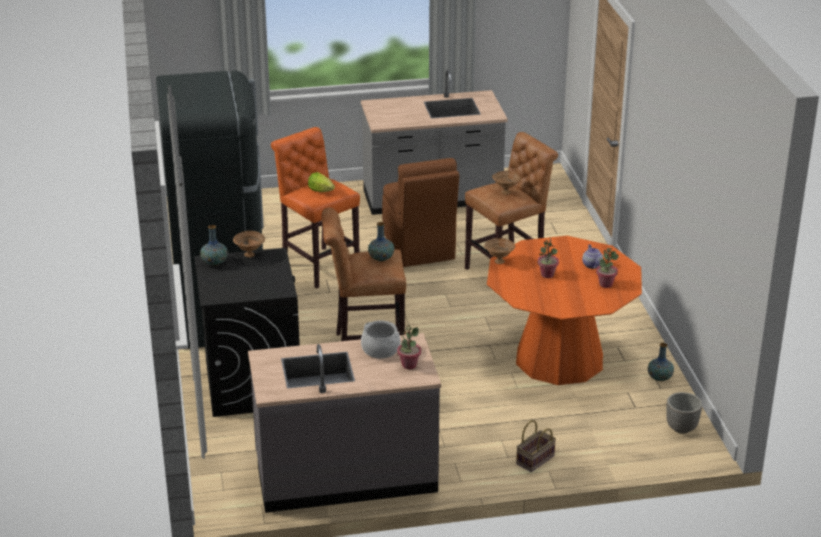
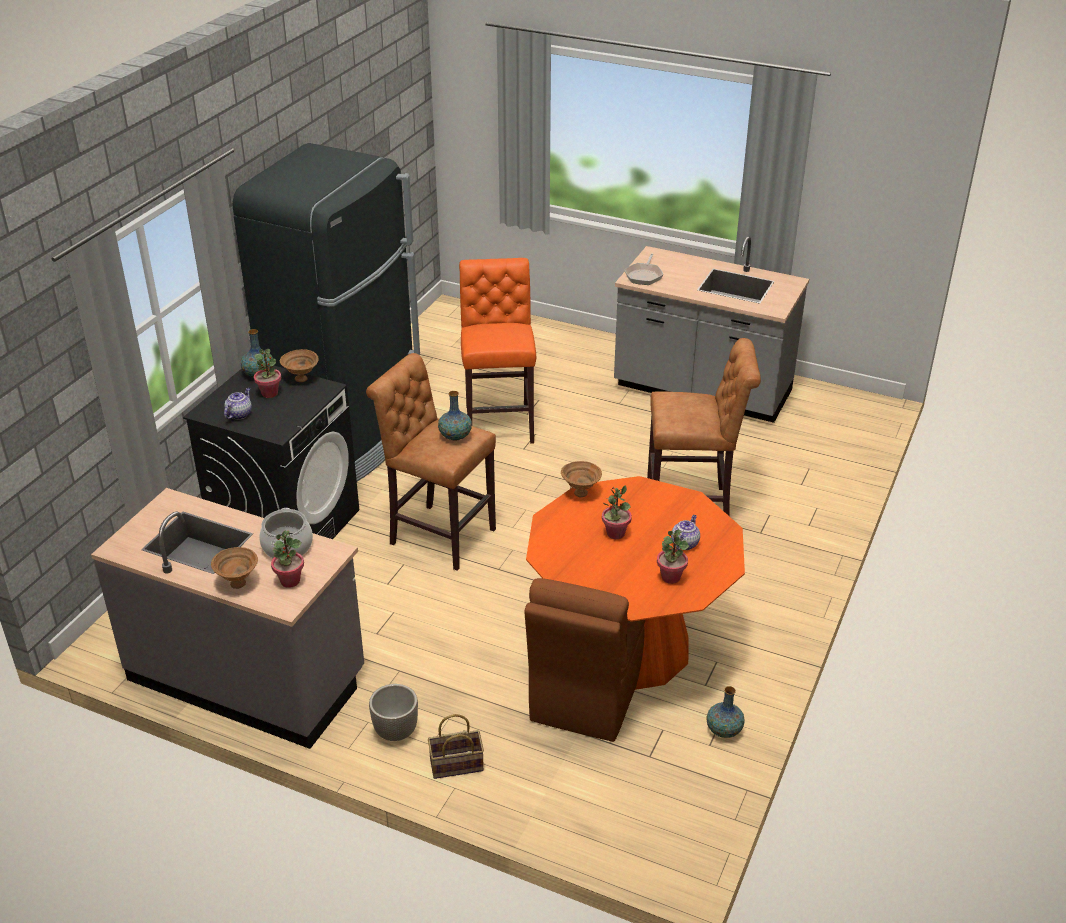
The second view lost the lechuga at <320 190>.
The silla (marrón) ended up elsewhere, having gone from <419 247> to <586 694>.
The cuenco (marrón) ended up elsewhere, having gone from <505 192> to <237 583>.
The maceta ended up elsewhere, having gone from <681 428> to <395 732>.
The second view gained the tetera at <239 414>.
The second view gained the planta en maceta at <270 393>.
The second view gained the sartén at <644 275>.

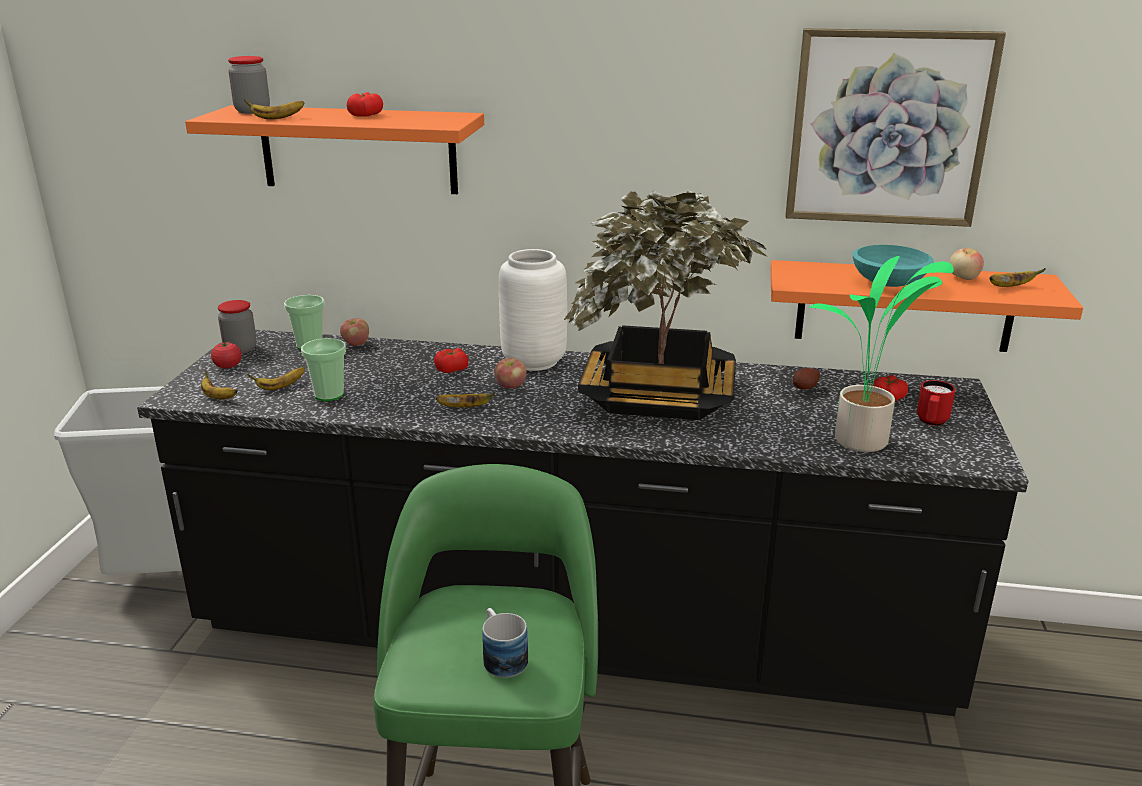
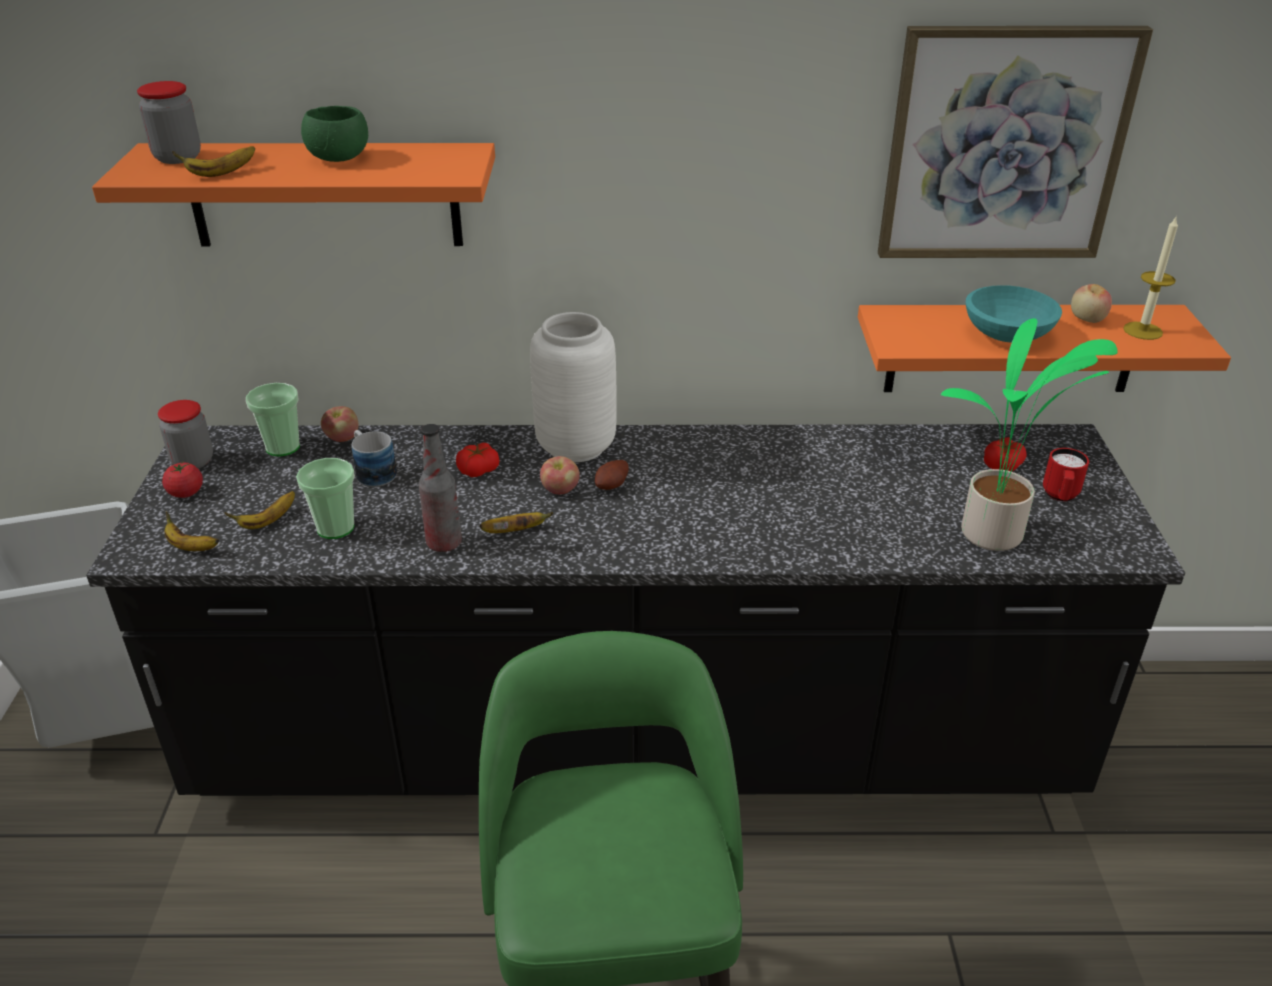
Where the tomate stood at <365 115>, the cuenco (verde) came to stand at <339 158>.
The taza grande ended up elsewhere, having gone from <501 657> to <372 472>.
The second view lost the planta en maceta at <659 397>.
The patata ended up elsewhere, having gone from <806 389> to <613 486>.
Where the plátano stood at <1010 287>, the vela came to stand at <1142 331>.
The second view gained the botella at <444 543>.

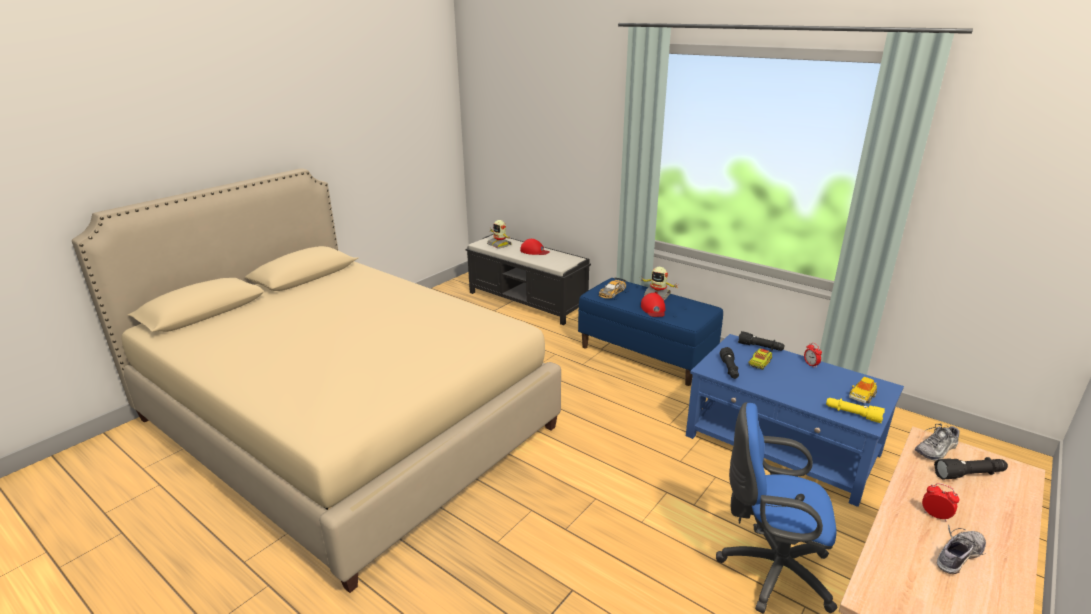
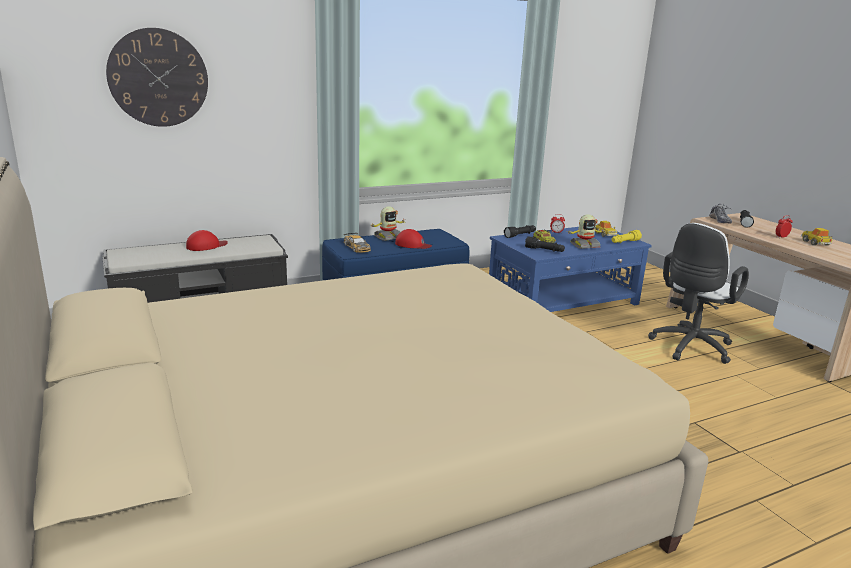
The robot de juguete ended up elsewhere, having gone from <499 244> to <584 245>.
What was the silla de oficina (azul) at <769 570> turned into the silla de oficina (blanco) at <689 348>.
Where the zapato stood at <958 556>, the coche de juguete came to stand at <815 243>.
The second view gained the reloj de pared at <158 78>.

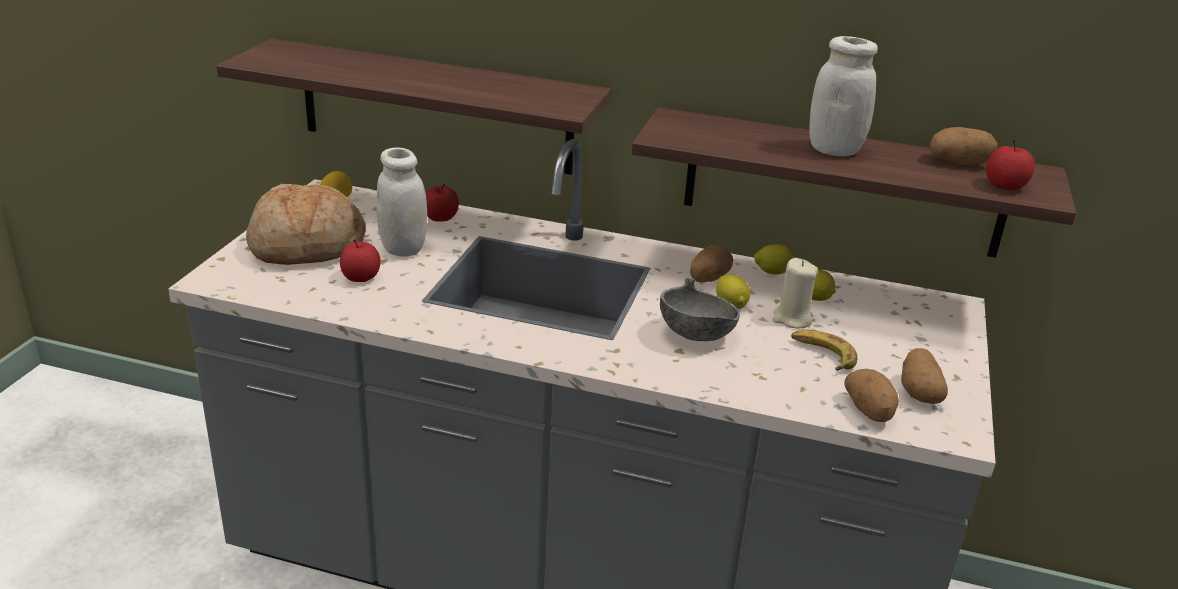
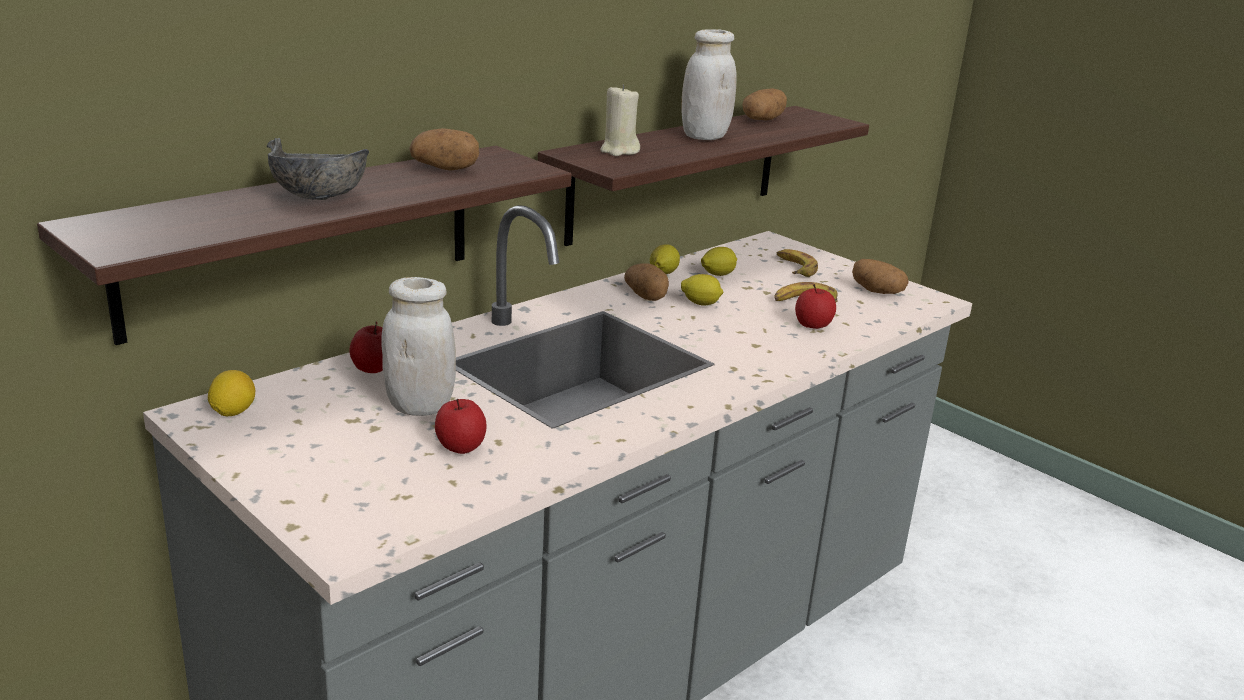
The second view lost the pan at <306 247>.
The cuenco (gris) ended up elsewhere, having gone from <697 334> to <320 197>.
The vela (beis) ended up elsewhere, having gone from <792 319> to <619 151>.
The patata ended up elsewhere, having gone from <869 411> to <446 168>.
The manzana ended up elsewhere, having gone from <1005 186> to <812 325>.
The second view gained the plátano at <794 268>.

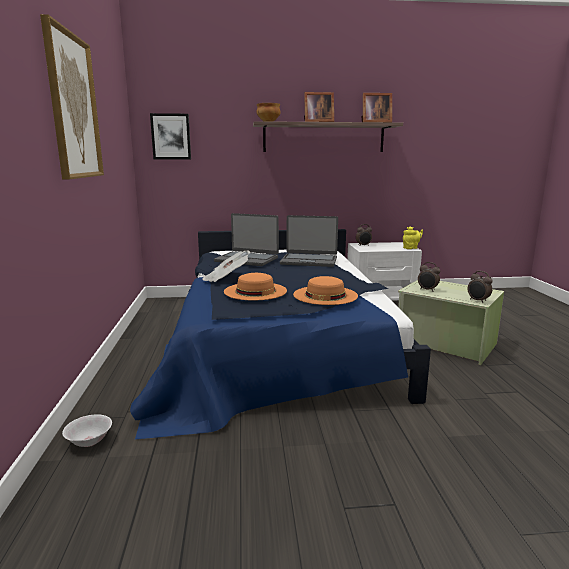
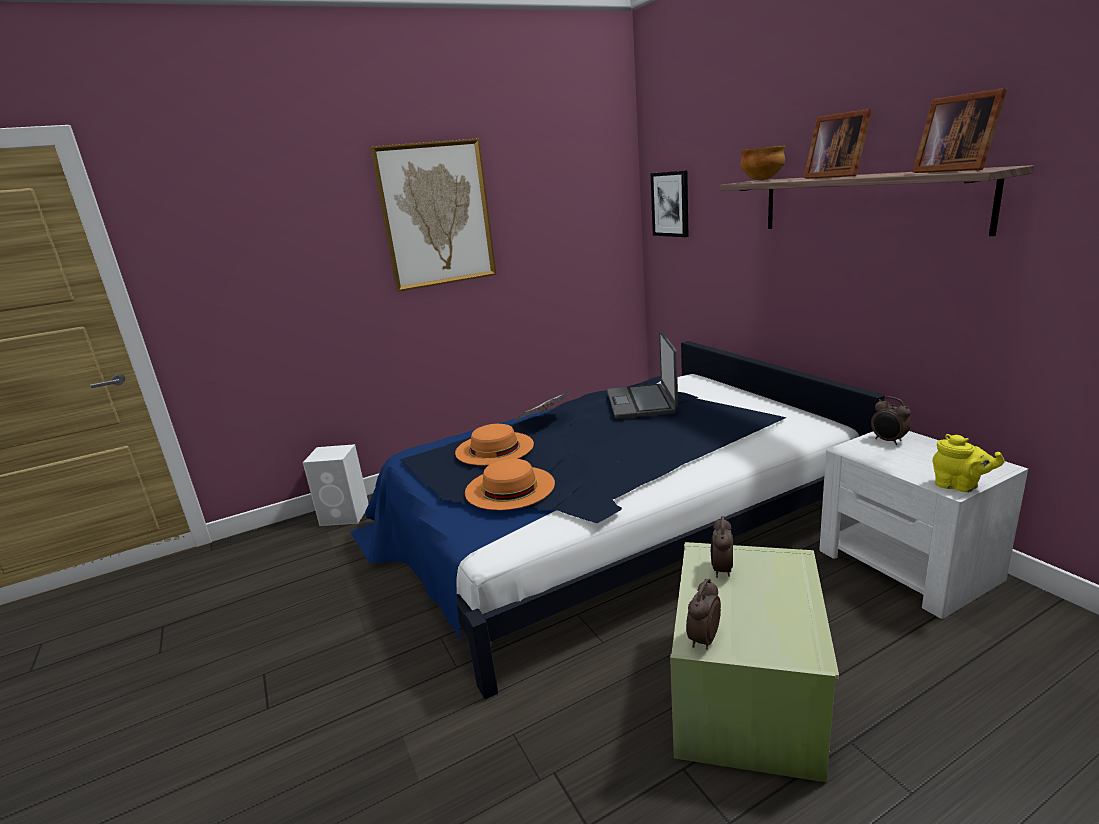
Where the cuenco (blanco) stood at <89 441>, the altavoz (blanco) came to stand at <346 515>.
The second view lost the portátil at <309 261>.

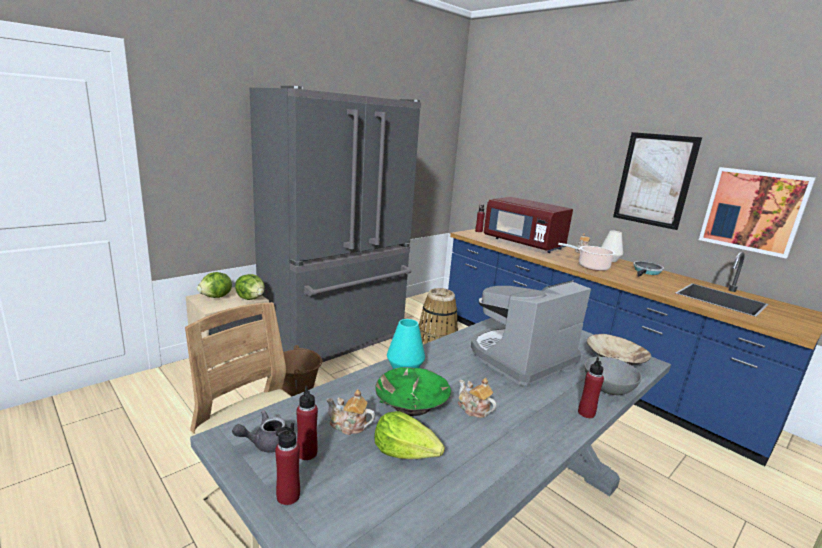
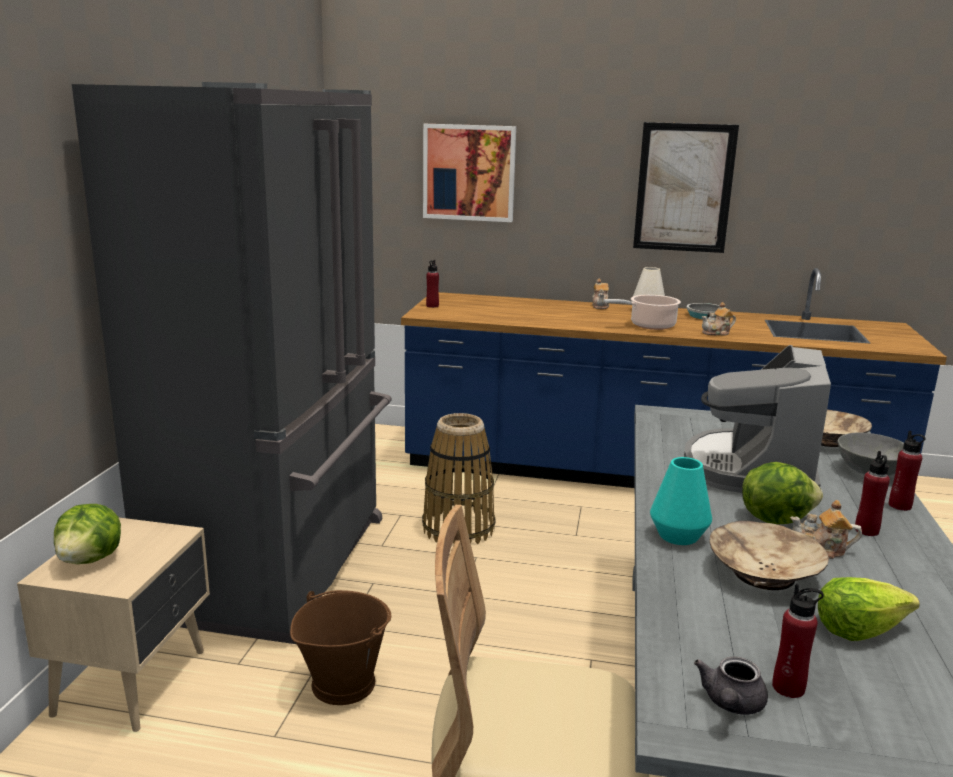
The lechuga ended up elsewhere, having gone from <251 298> to <774 518>.
The botella (rojo) ended up elsewhere, having gone from <288 496> to <866 530>.
The tetera ended up elsewhere, having gone from <348 426> to <717 333>.
What was the cuenco (verde) at <411 403> turned into the cuenco (beis) at <763 573>.
The second view lost the microondas (rojo) at <524 244>.
The cuadro ended up elsewhere, having gone from <753 211> to <469 172>.

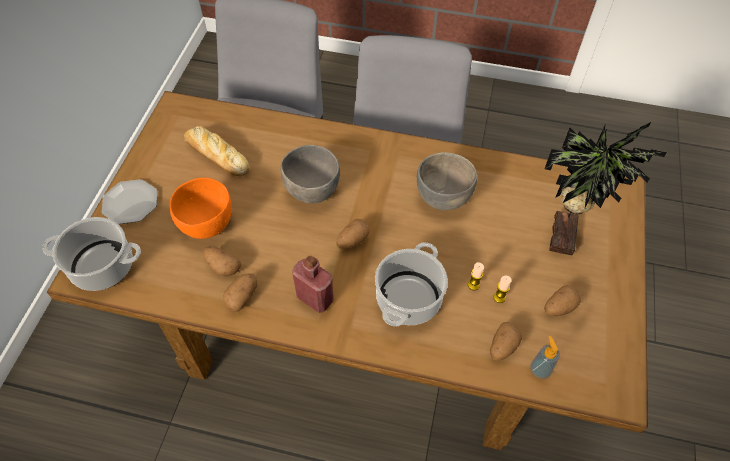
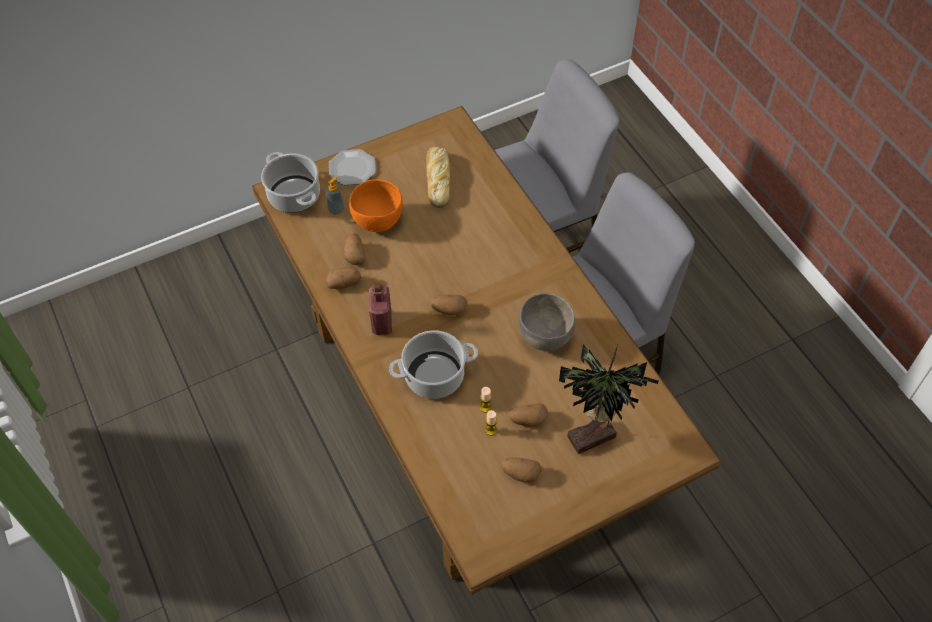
The second view lost the cuenco (gris) at <311 190>.
The patata ended up elsewhere, having gone from <502 347> to <528 420>.
The dispensador de jabón ended up elsewhere, having gone from <540 369> to <336 209>.

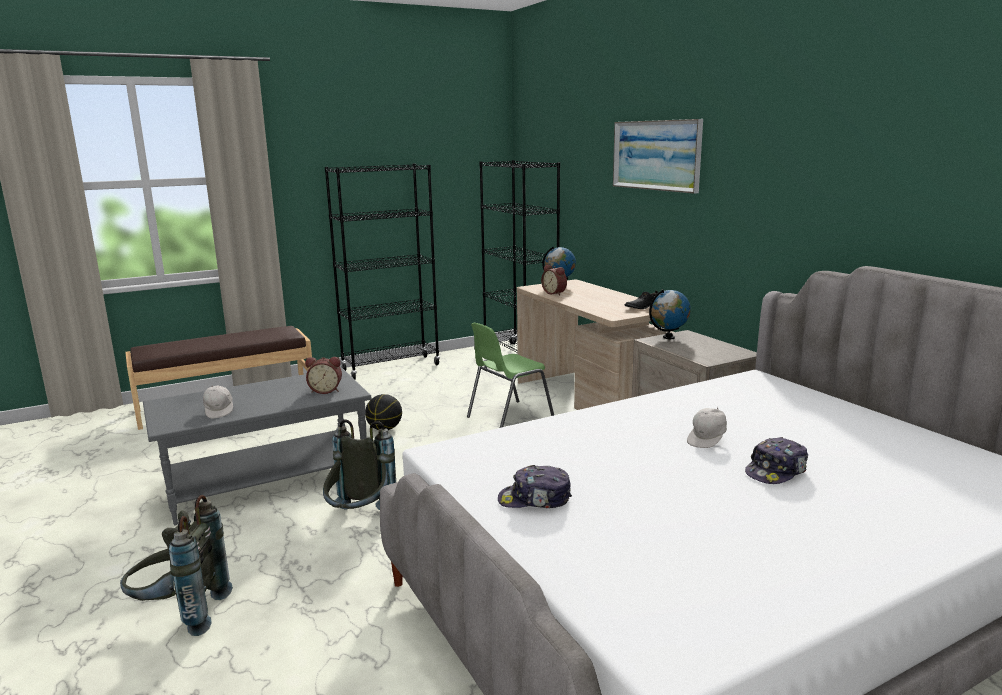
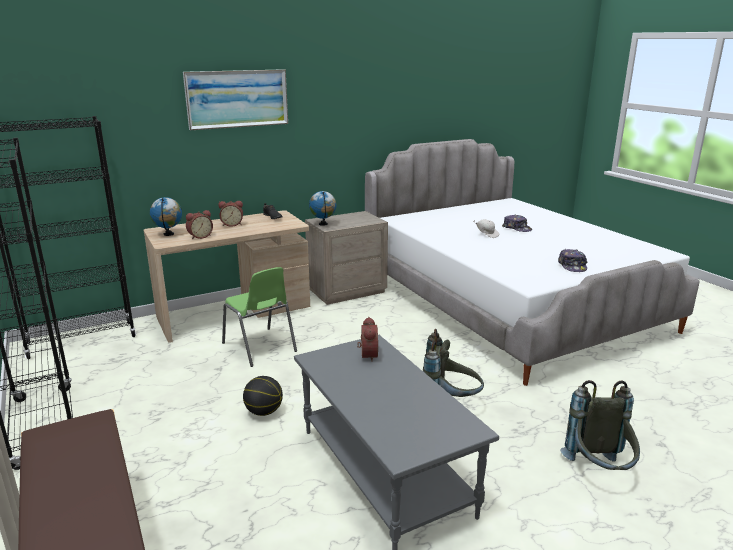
The second view lost the gorra (blanco) at <219 411>.
The second view gained the despertador at <232 224>.

